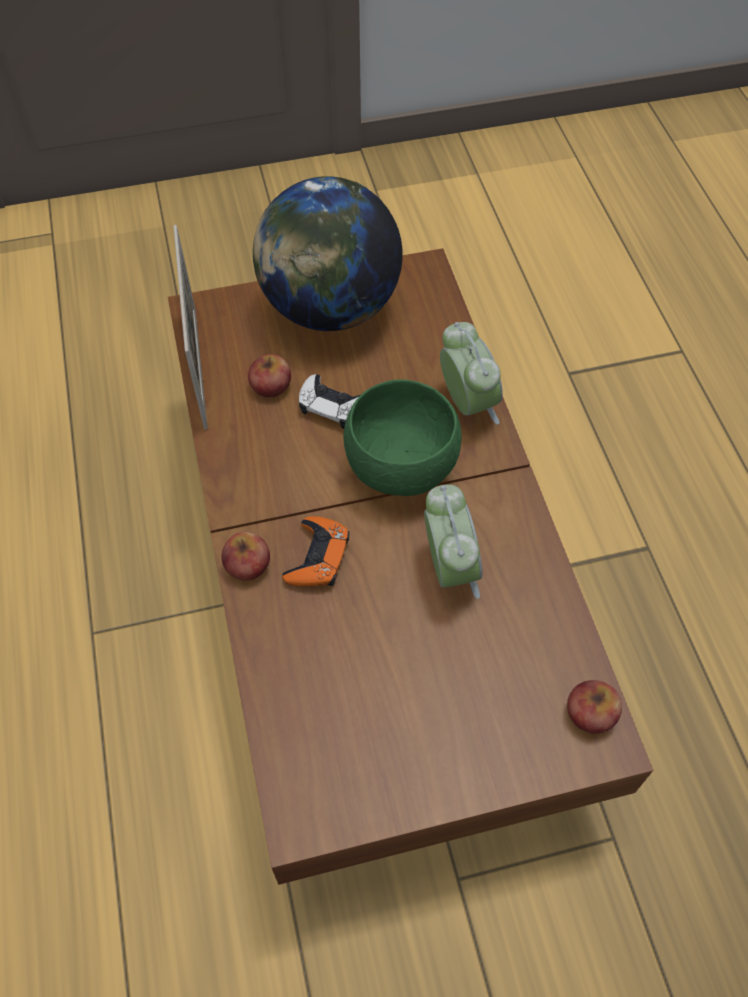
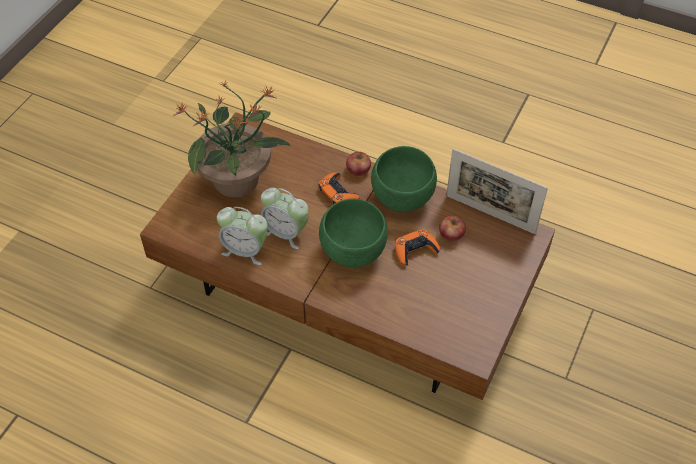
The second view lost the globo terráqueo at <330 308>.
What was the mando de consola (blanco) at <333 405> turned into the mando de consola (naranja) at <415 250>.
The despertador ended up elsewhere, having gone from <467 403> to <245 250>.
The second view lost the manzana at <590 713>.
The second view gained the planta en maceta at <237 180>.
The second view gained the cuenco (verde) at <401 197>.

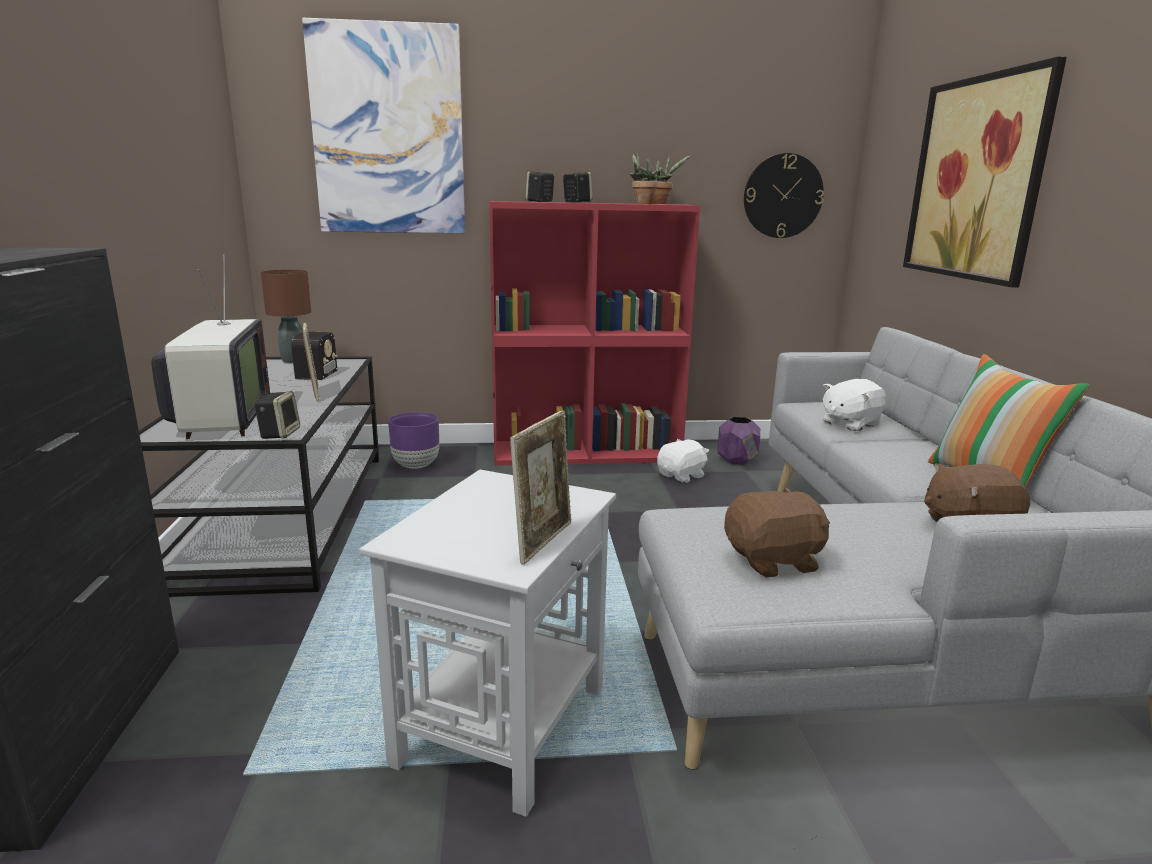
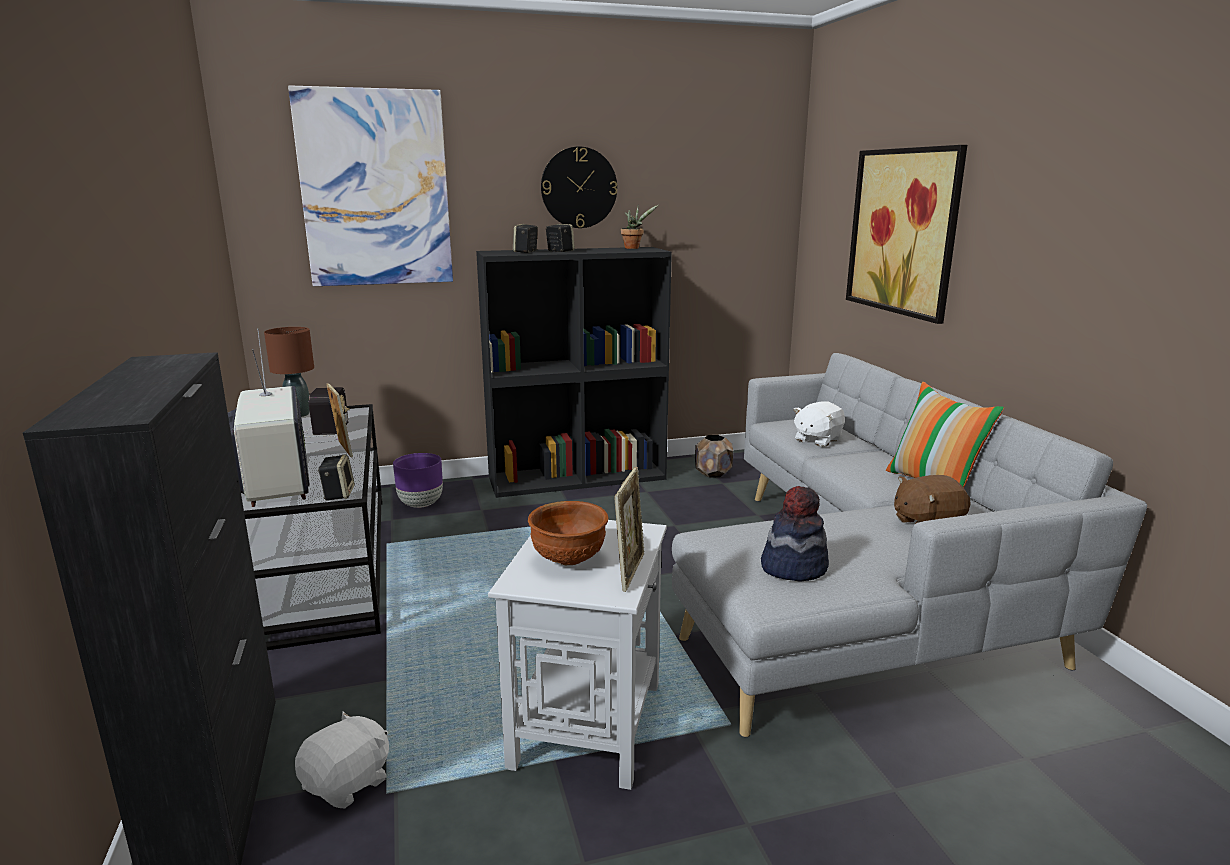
What was the estantería (rojo) at <587 453> turned into the estantería (negro) at <578 477>.
The second view lost the planta en maceta at <642 203>.
The peluche (blanco) ended up elsewhere, having gone from <682 476> to <348 783>.
What was the maceta (morado) at <737 460> turned into the maceta (marrón) at <713 474>.
Where the peluche (marrón) stood at <774 561>, the sombrero came to stand at <793 567>.
The reloj de pared ended up elsewhere, having gone from <783 196> to <579 187>.
The second view gained the cuenco (marrón) at <568 560>.

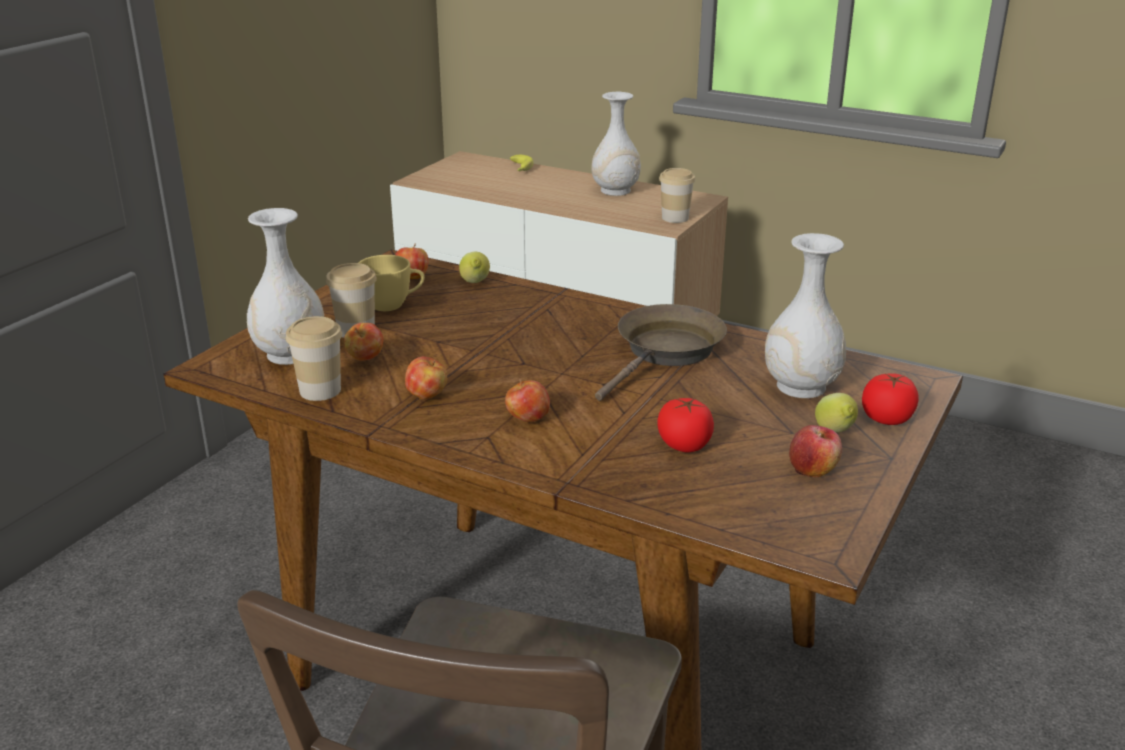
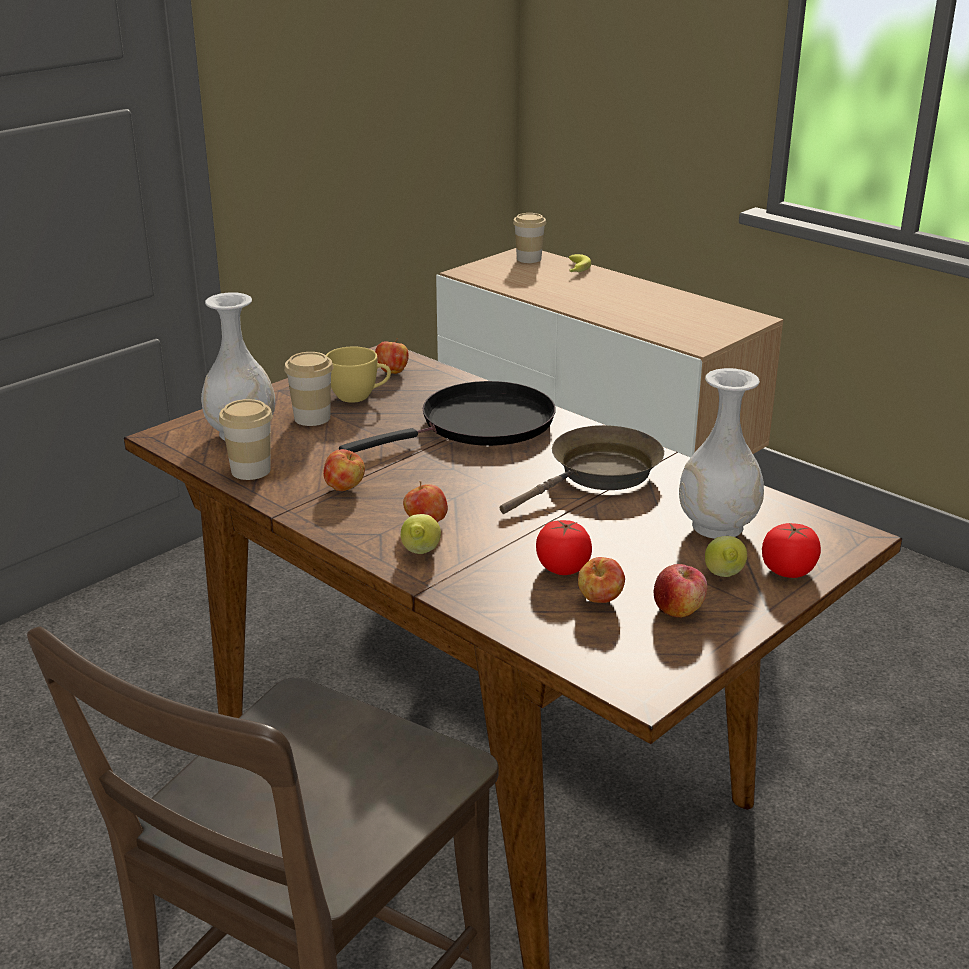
The manzana ended up elsewhere, having gone from <365 359> to <600 601>.
The limón ended up elsewhere, having gone from <475 283> to <420 554>.
The second view lost the florero (blanco) at <615 191>.
The taza ended up elsewhere, having gone from <675 218> to <529 259>.
The second view gained the sartén (negro) at <480 425>.

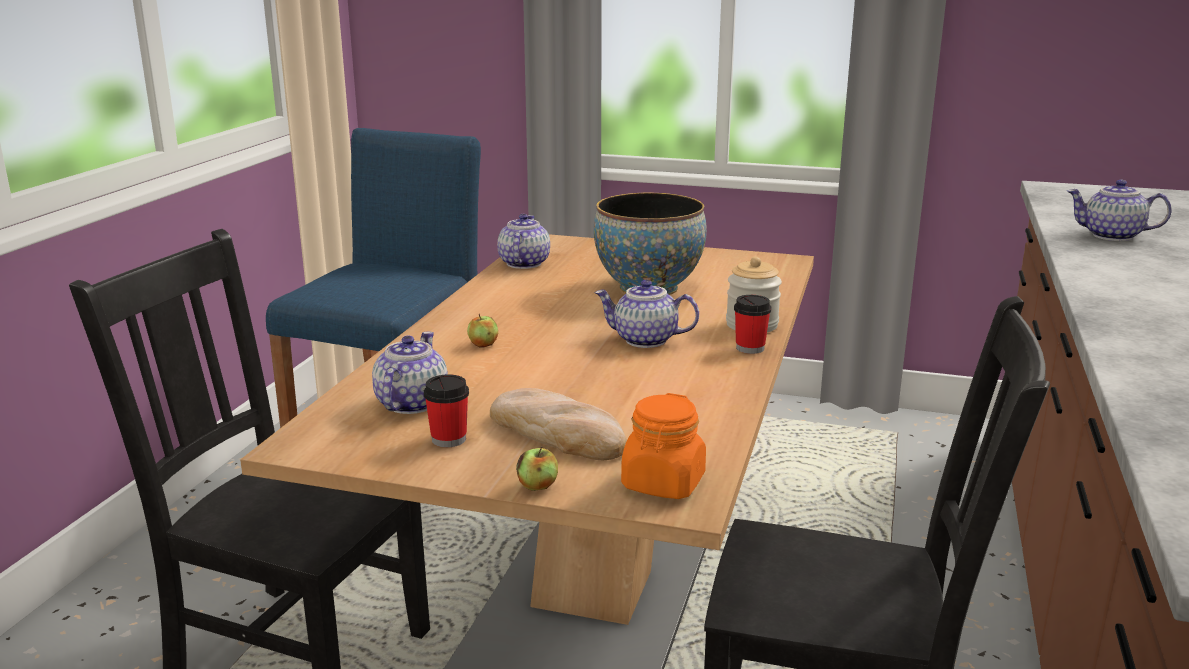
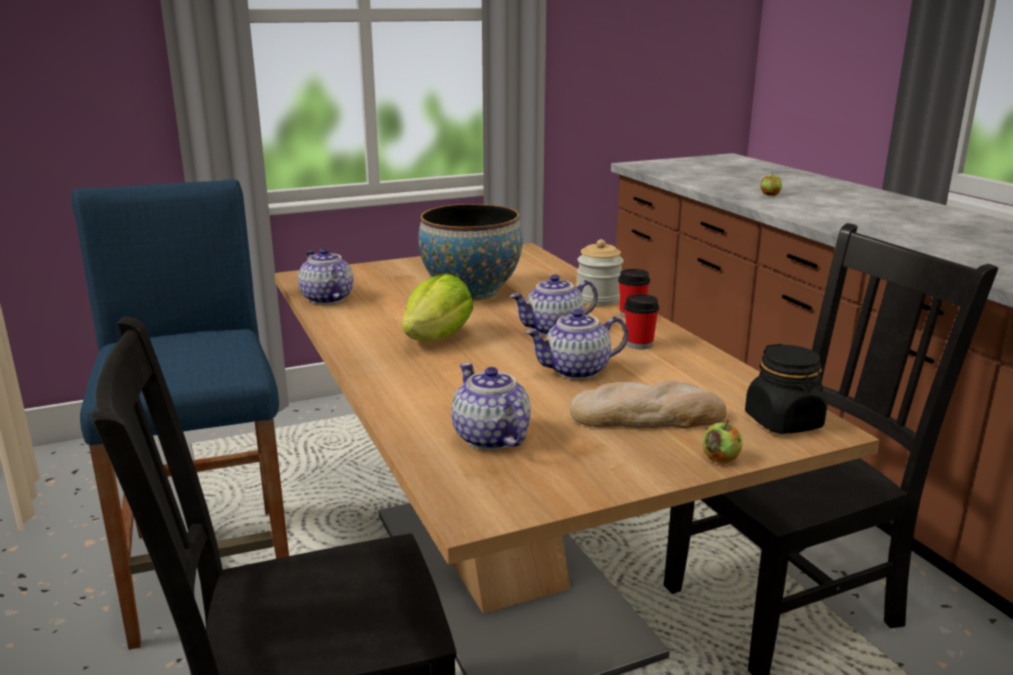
The taza ended up elsewhere, having gone from <449 439> to <639 344>.
The manzana ended up elsewhere, having gone from <483 344> to <770 194>.
What was the tarro (naranja) at <663 483> turned into the tarro (negro) at <784 422>.
The tetera ended up elsewhere, having gone from <1111 236> to <576 371>.
The second view gained the lechuga at <438 338>.

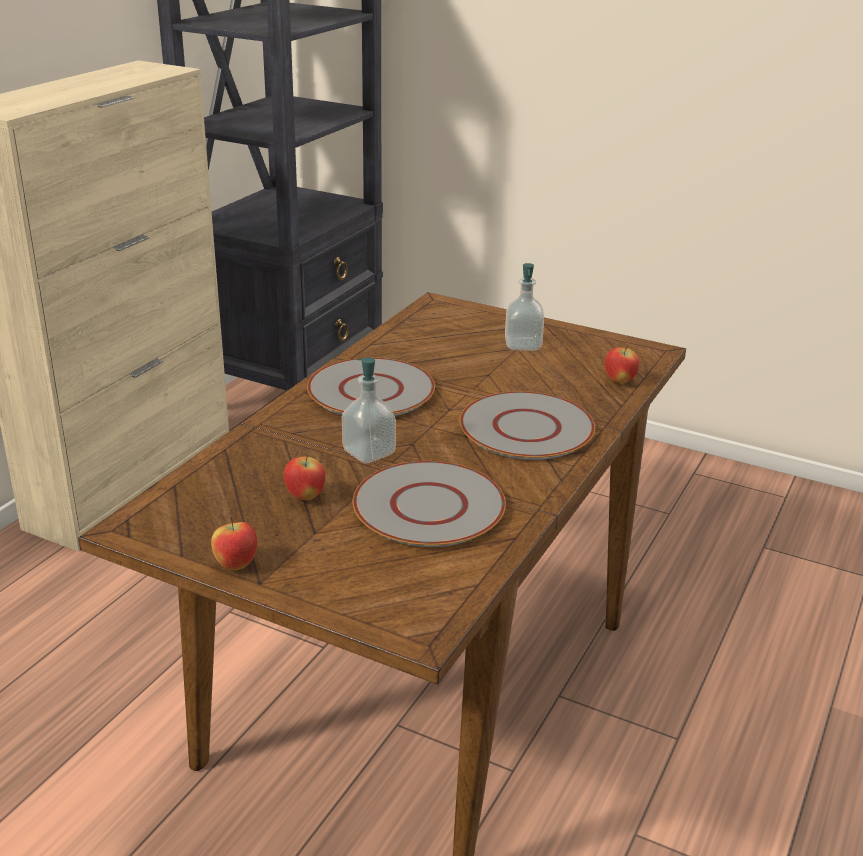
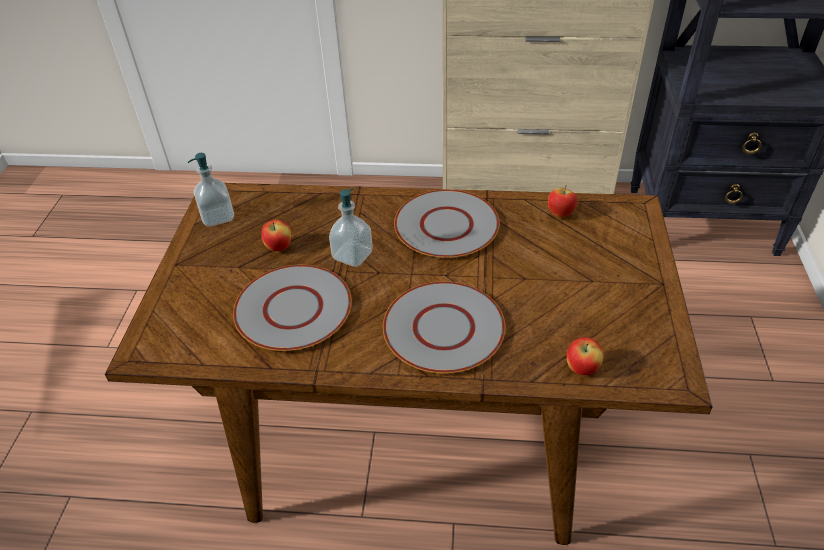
The manzana ended up elsewhere, having gone from <236 565> to <560 214>.
The dispensador de jabón ended up elsewhere, having gone from <523 345> to <218 217>.

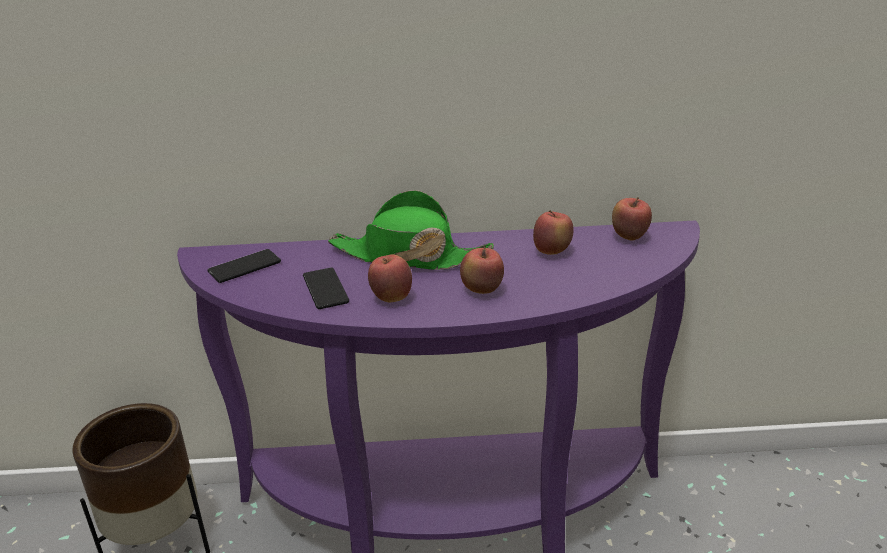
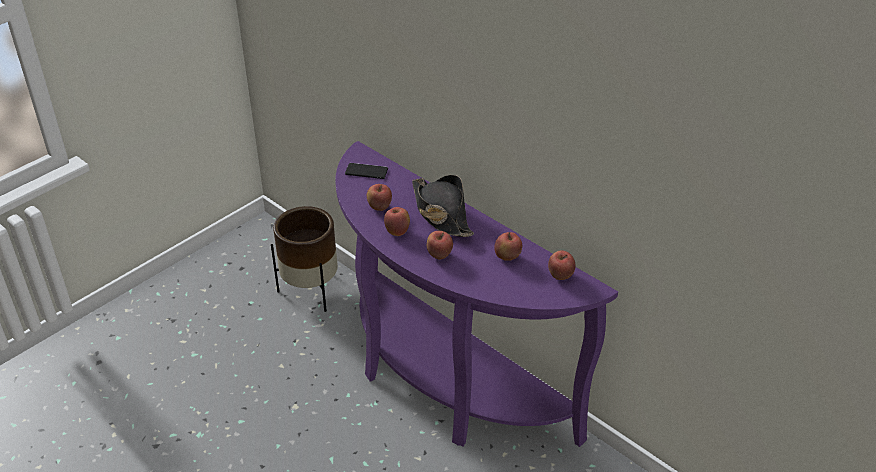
Where the móvil stood at <325 289>, the manzana came to stand at <379 208>.
What was the sombrero (verde) at <409 255> turned into the sombrero (negro) at <441 213>.

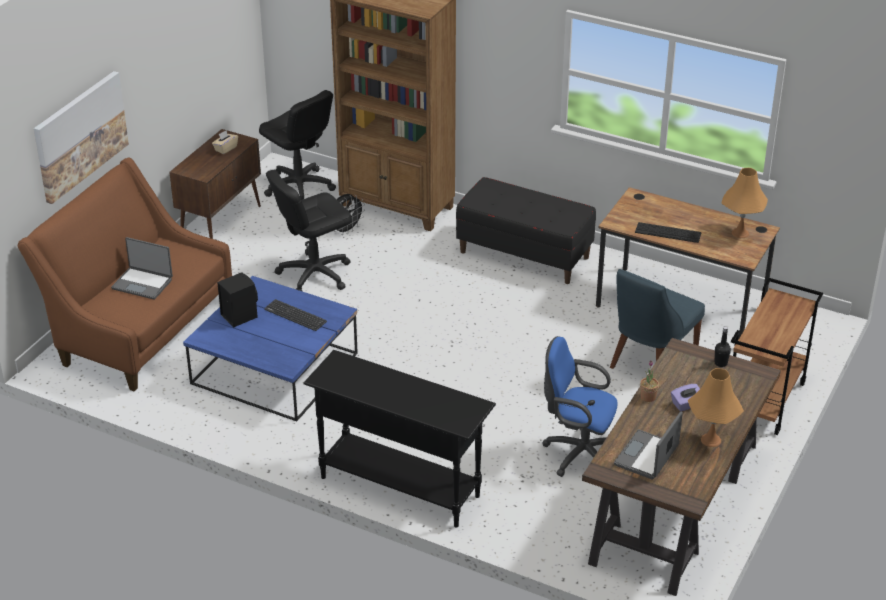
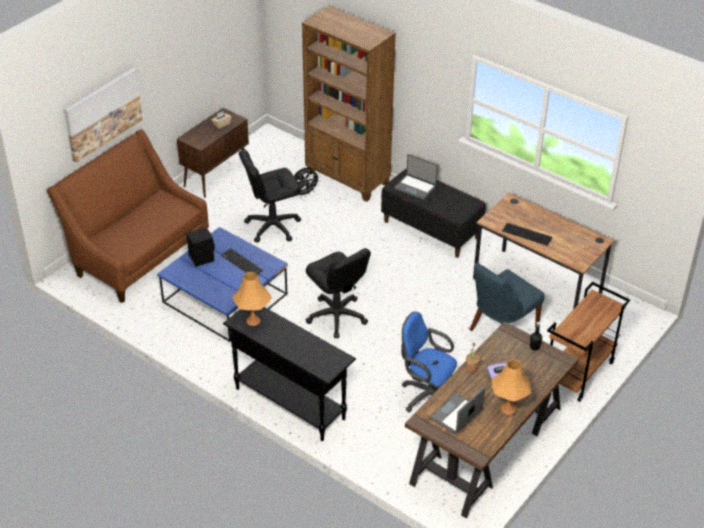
The portátil ended up elsewhere, having gone from <143 283> to <415 187>.
The silla de oficina (negro) ended up elsewhere, having gone from <299 187> to <336 316>.
The lámpara de mesa (naranja) ended up elsewhere, having gone from <740 233> to <253 320>.

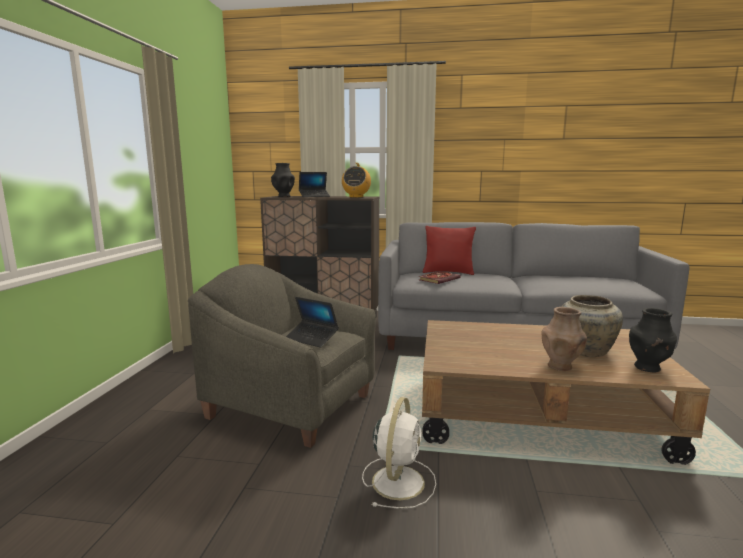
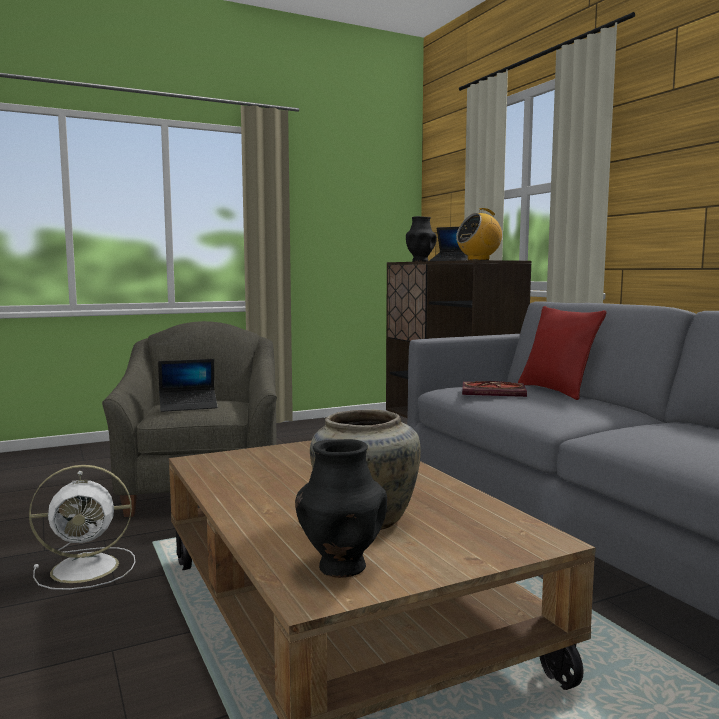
The portátil at <312 338> ended up facing another way, 105 degrees counterclockwise from before.
The second view lost the florero (marrón) at <560 366>.

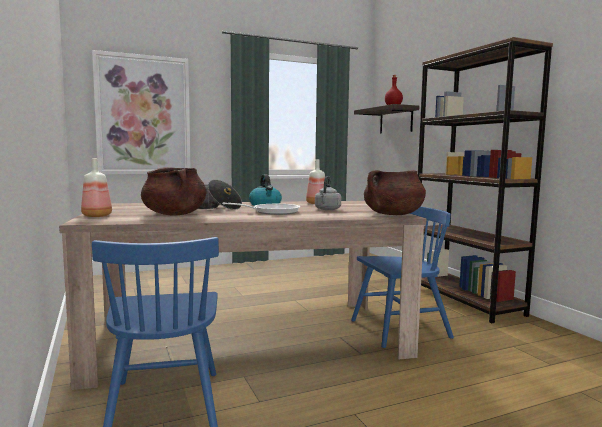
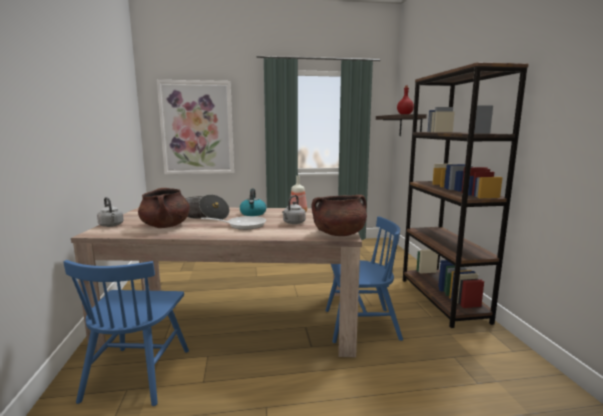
Where the botella stood at <98 216>, the hervidor (gris) came to stand at <111 225>.

